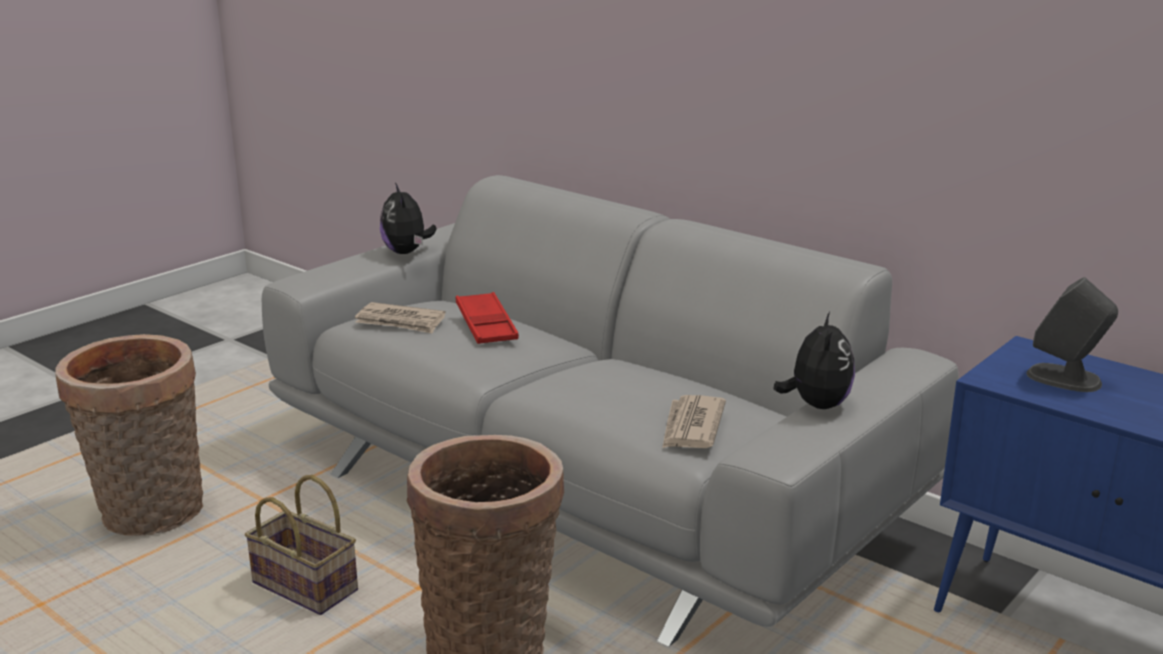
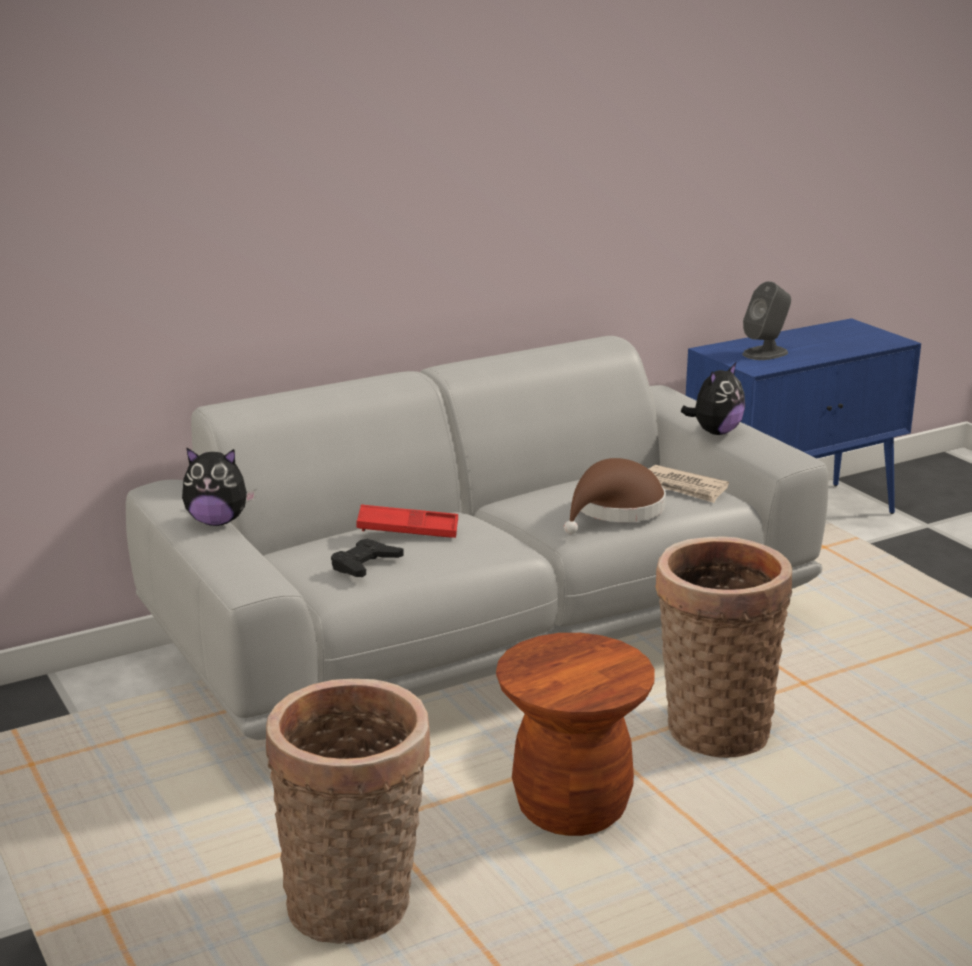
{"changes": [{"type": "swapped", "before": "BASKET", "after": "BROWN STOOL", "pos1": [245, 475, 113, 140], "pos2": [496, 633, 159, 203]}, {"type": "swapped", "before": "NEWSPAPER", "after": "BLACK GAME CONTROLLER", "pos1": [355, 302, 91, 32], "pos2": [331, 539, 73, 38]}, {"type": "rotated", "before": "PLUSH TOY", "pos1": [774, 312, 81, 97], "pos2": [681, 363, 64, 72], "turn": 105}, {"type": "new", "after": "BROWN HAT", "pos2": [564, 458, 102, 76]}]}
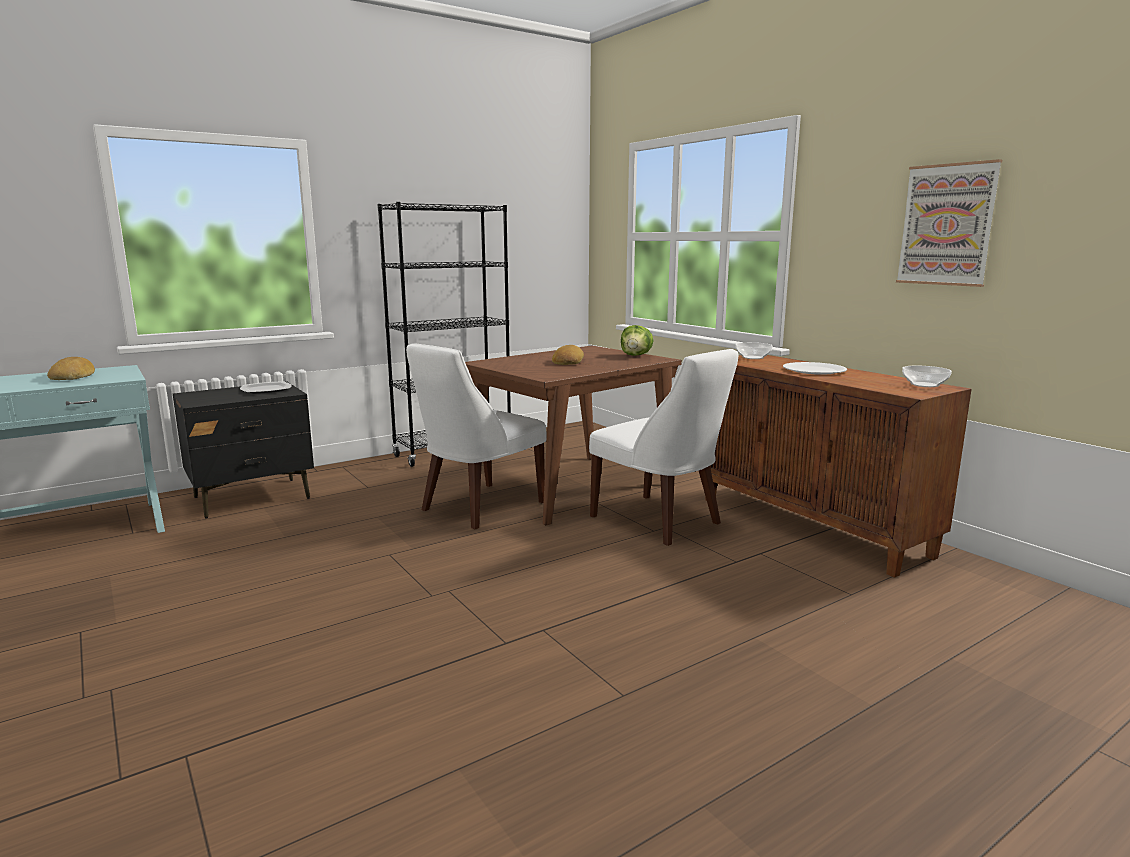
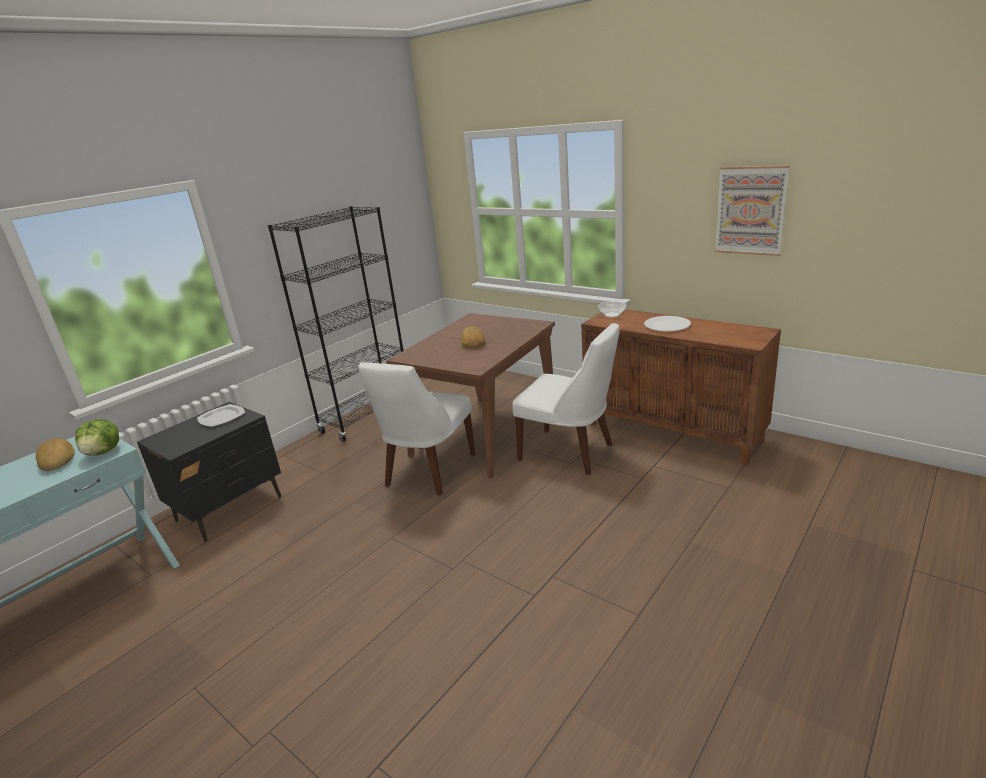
{"changes": [{"type": "shifted", "before": "LETTUCE", "pos1": [621, 325, 32, 31], "pos2": [75, 419, 44, 37]}, {"type": "gone", "before": "BOWL", "pos1": [902, 366, 50, 21]}]}
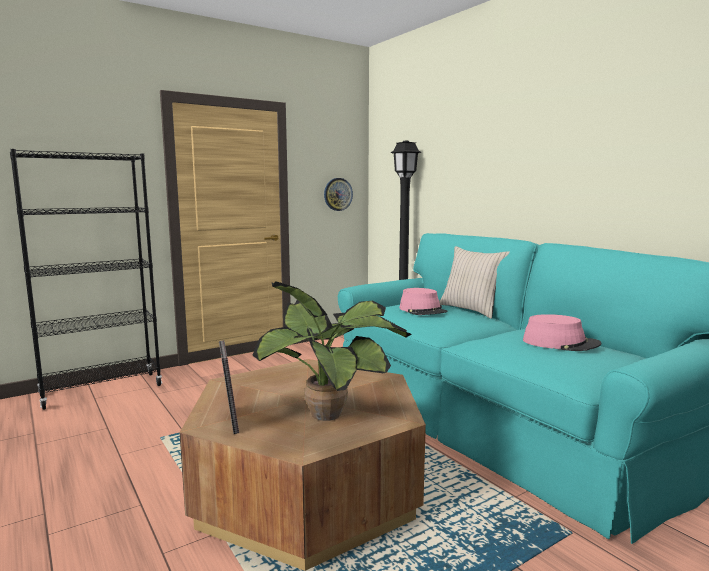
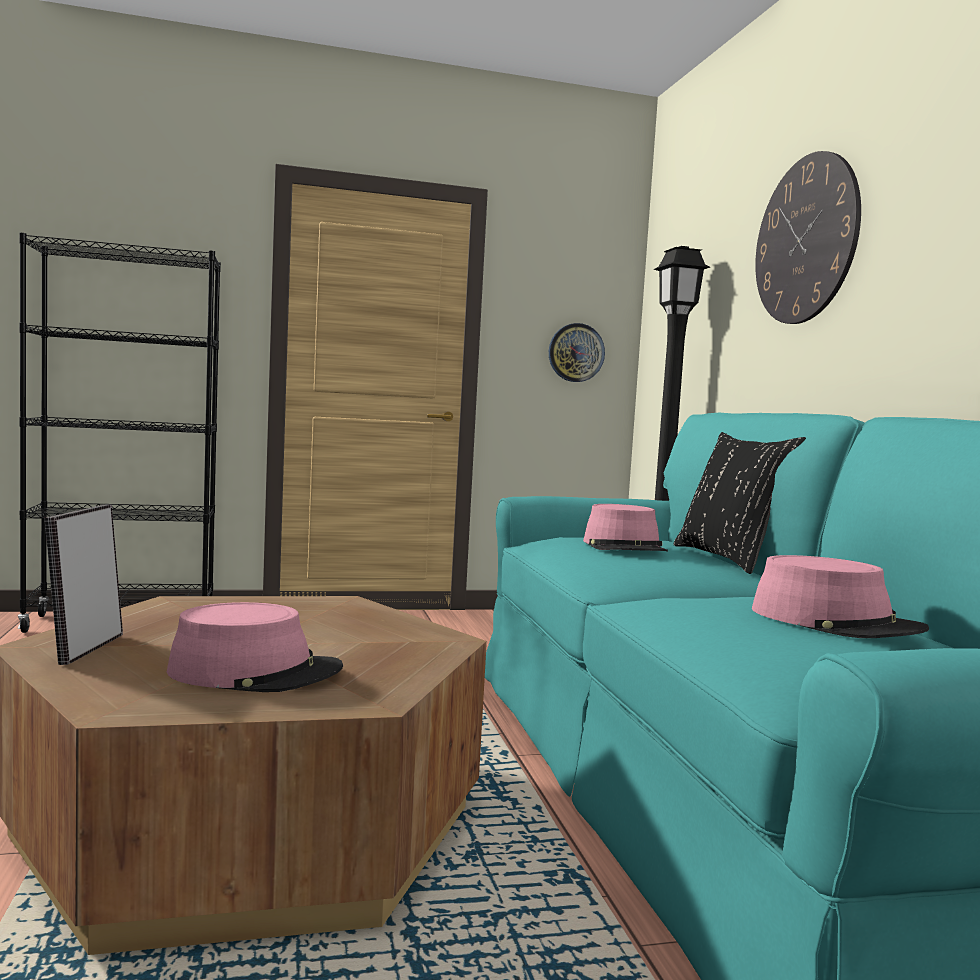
{"changes": [{"type": "swapped", "before": "POTTED PLANT", "after": "PINK HAT", "pos1": [253, 281, 159, 140], "pos2": [167, 602, 176, 90]}, {"type": "repainted", "before": "BEIGE PILLOW", "after": "BLACK PILLOW", "pos1": [439, 246, 71, 73], "pos2": [673, 432, 133, 142]}, {"type": "new", "after": "WALL CLOCK", "pos2": [755, 151, 106, 173]}]}
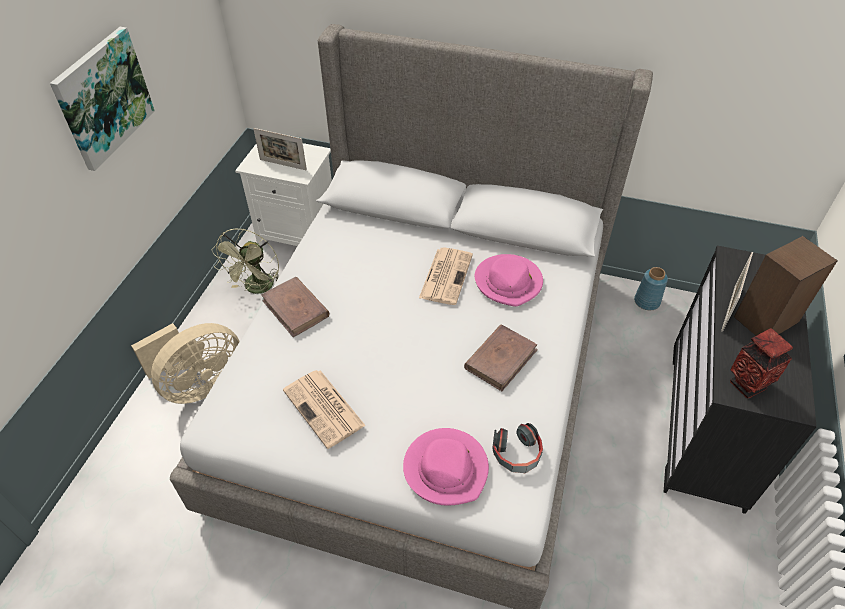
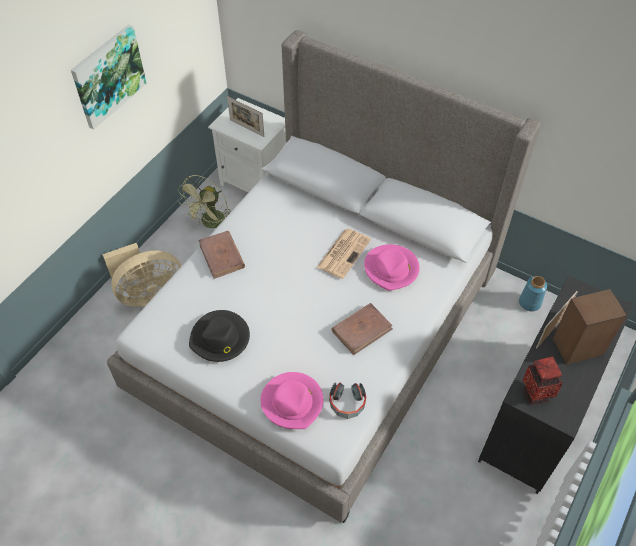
{"changes": [{"type": "swapped", "before": "NEWSPAPER", "after": "BLACK HAT", "pos1": [283, 370, 83, 79], "pos2": [189, 310, 61, 52]}]}
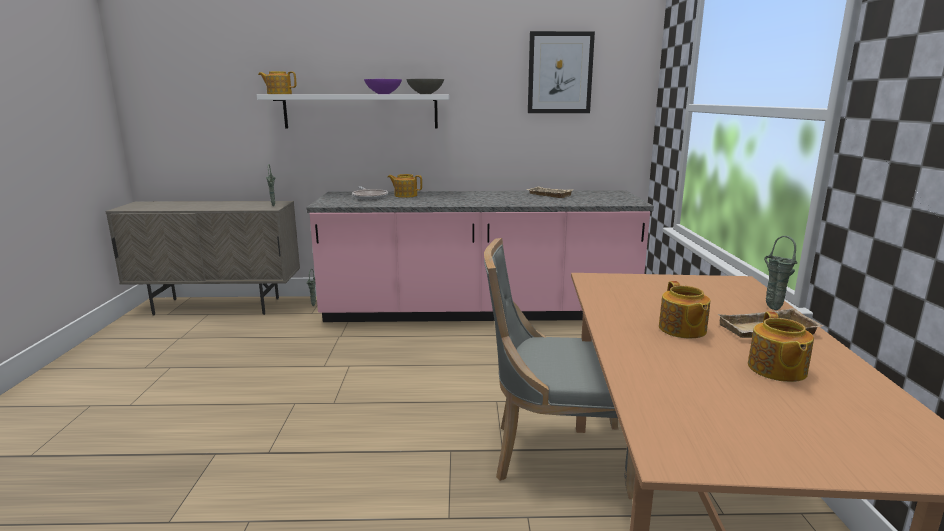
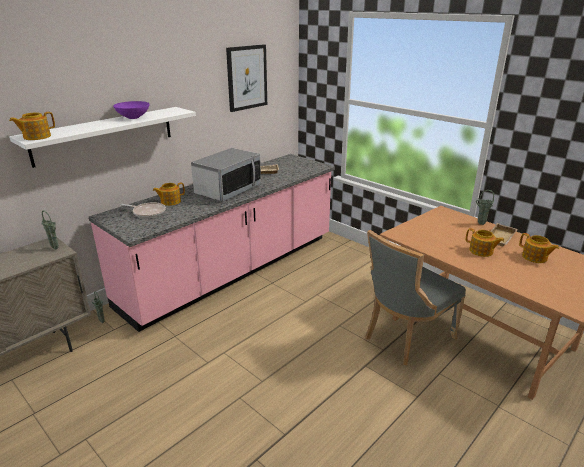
{"changes": [{"type": "gone", "before": "GREY BOWL", "pos1": [406, 79, 38, 15]}, {"type": "new", "after": "MICROWAVE", "pos2": [191, 148, 70, 54]}]}
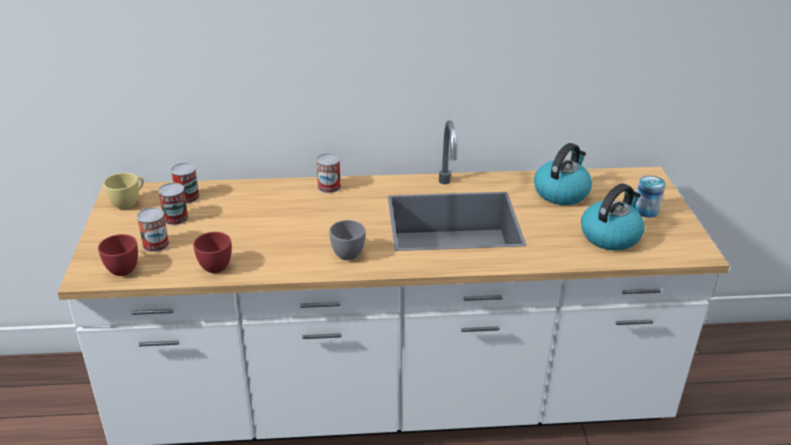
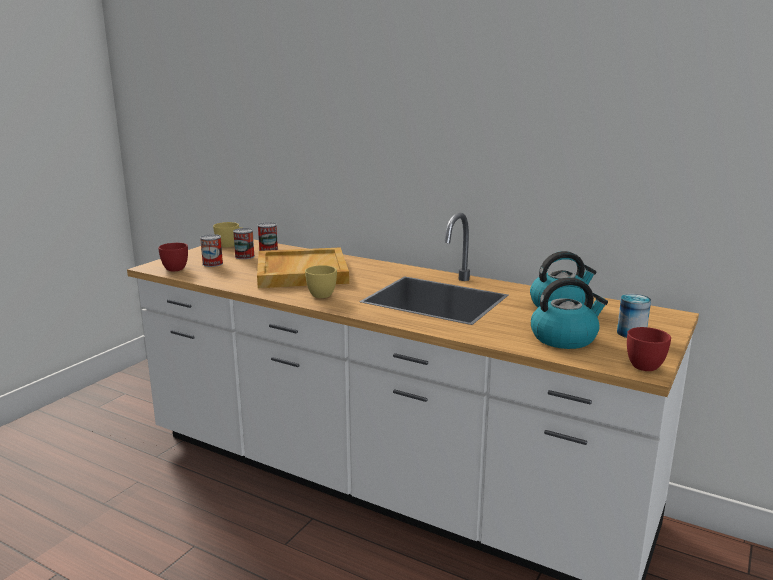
{"changes": [{"type": "shifted", "before": "RED CUP", "pos1": [193, 232, 38, 41], "pos2": [627, 327, 44, 44]}, {"type": "gone", "before": "CAN", "pos1": [316, 153, 25, 40]}, {"type": "repainted", "before": "GREY CUP", "after": "YELLOW CUP", "pos1": [329, 220, 37, 40], "pos2": [305, 265, 32, 33]}, {"type": "new", "after": "BEIGE TRAY", "pos2": [257, 247, 92, 41]}]}
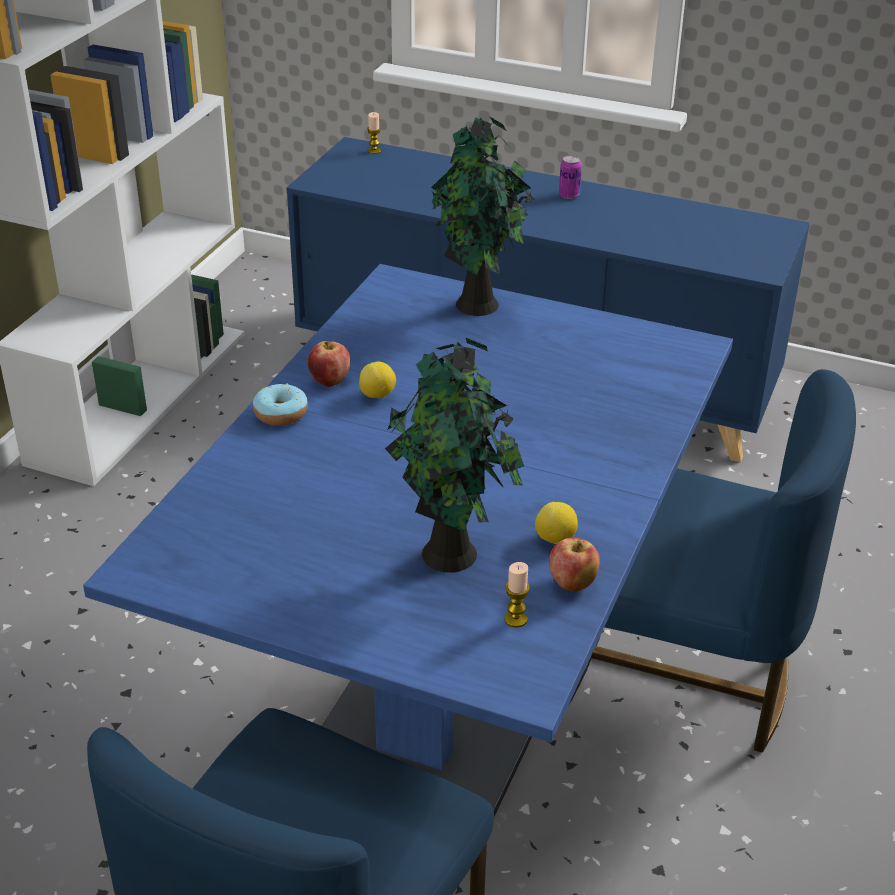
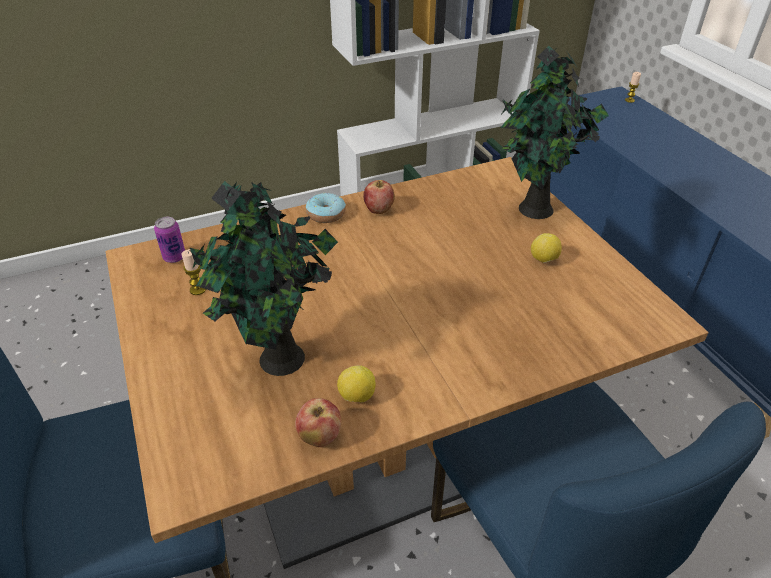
{"changes": [{"type": "repainted", "before": "BLUE DINING TABLE", "after": "BROWN DINING TABLE", "pos1": [83, 264, 650, 553], "pos2": [105, 157, 604, 412]}, {"type": "shifted", "before": "LEMON", "pos1": [359, 361, 37, 38], "pos2": [531, 233, 31, 30]}, {"type": "shifted", "before": "CANDLE", "pos1": [504, 562, 26, 66], "pos2": [181, 249, 25, 46]}, {"type": "shifted", "before": "CAN", "pos1": [559, 155, 23, 44], "pos2": [154, 217, 31, 46]}]}
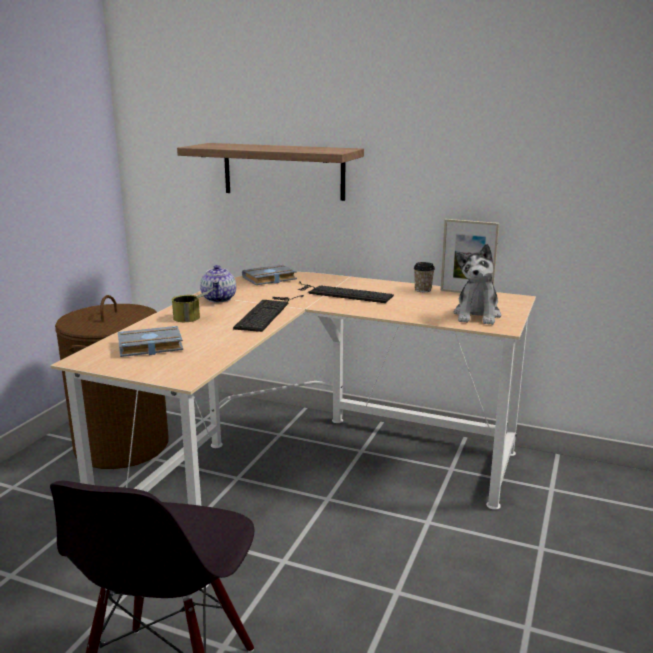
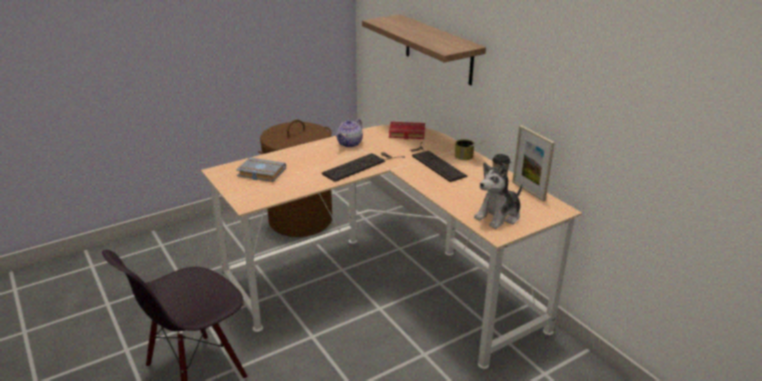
{"changes": [{"type": "shifted", "before": "CAN", "pos1": [172, 288, 43, 34], "pos2": [455, 139, 30, 21]}, {"type": "repainted", "before": "GREY BOOK", "after": "RED BOOK", "pos1": [242, 264, 55, 21], "pos2": [389, 122, 36, 17]}]}
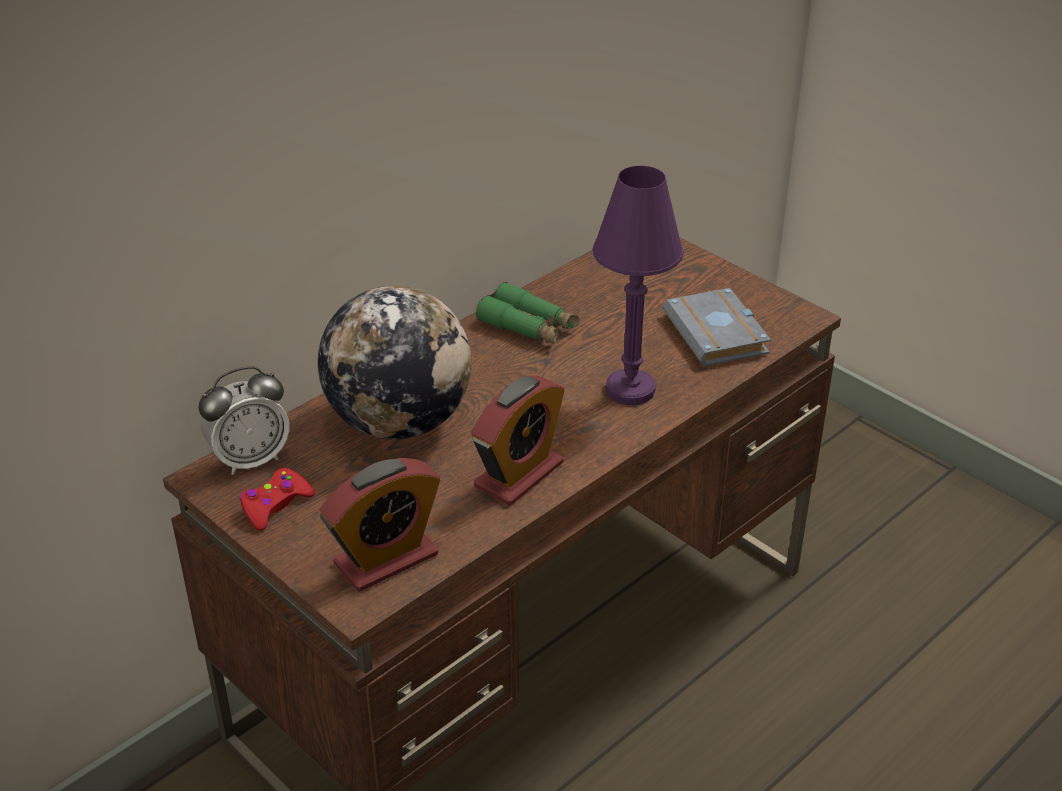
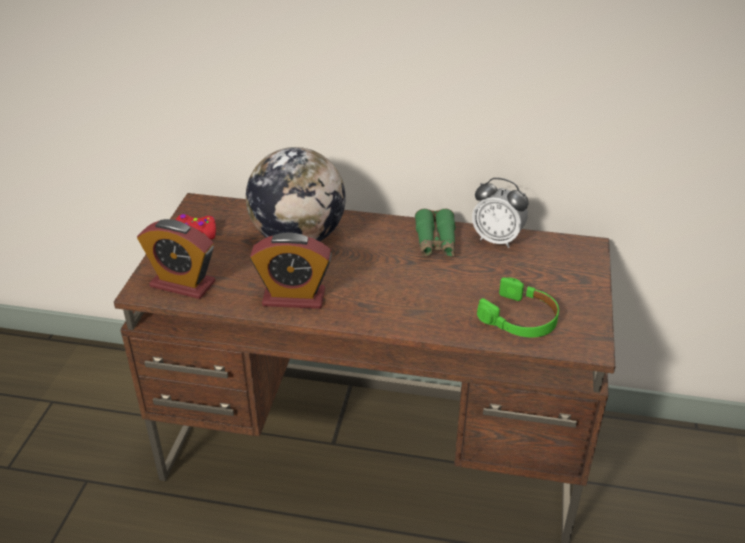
{"changes": [{"type": "shifted", "before": "ALARM CLOCK", "pos1": [199, 366, 91, 109], "pos2": [472, 178, 57, 70]}, {"type": "gone", "before": "PURPLE TABLE LAMP", "pos1": [593, 166, 91, 239]}, {"type": "swapped", "before": "GREY BOOK", "after": "GREEN HEADPHONES", "pos1": [663, 288, 108, 79], "pos2": [477, 277, 82, 61]}]}
